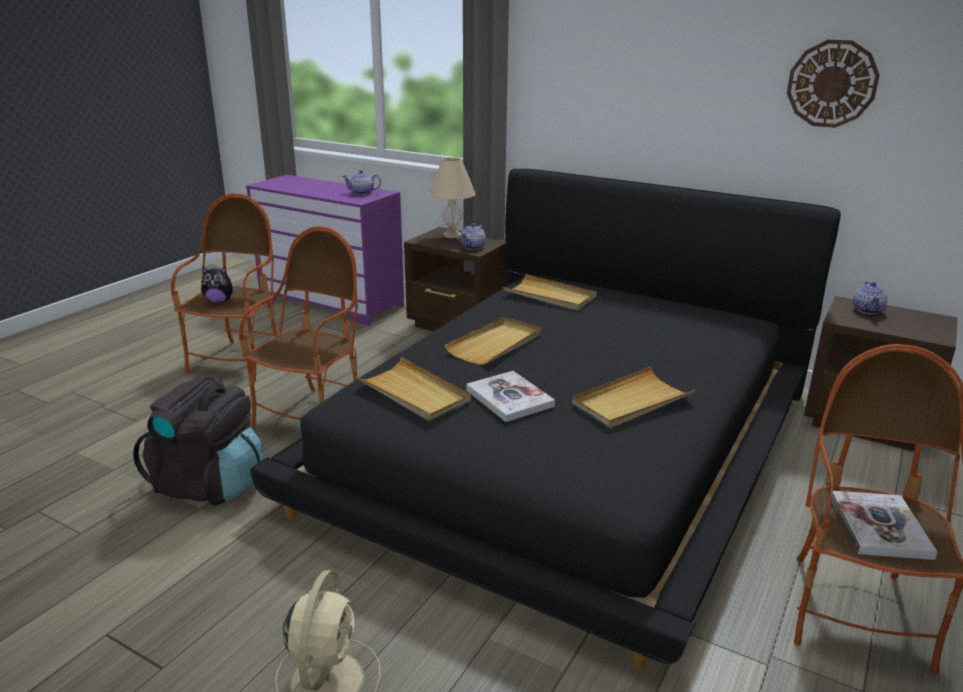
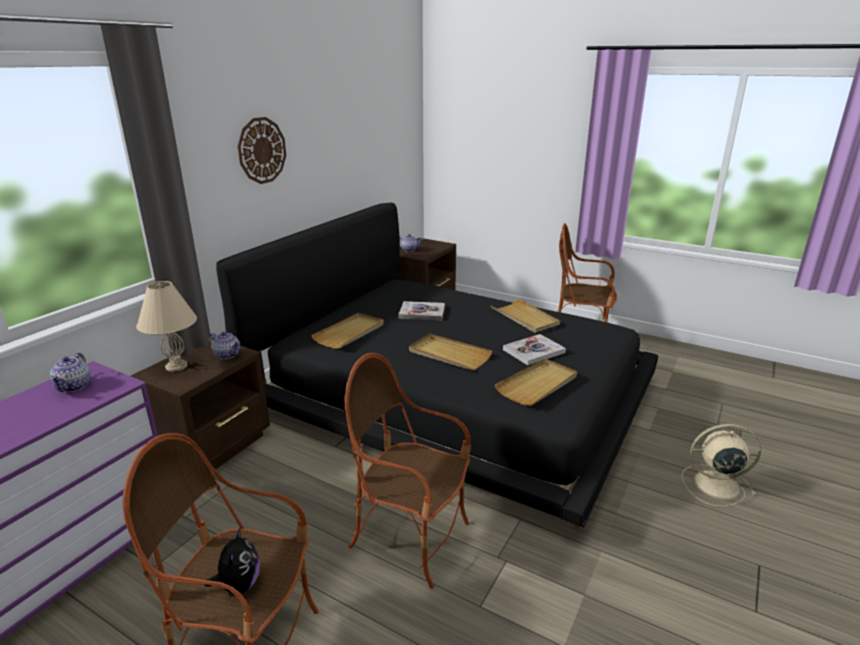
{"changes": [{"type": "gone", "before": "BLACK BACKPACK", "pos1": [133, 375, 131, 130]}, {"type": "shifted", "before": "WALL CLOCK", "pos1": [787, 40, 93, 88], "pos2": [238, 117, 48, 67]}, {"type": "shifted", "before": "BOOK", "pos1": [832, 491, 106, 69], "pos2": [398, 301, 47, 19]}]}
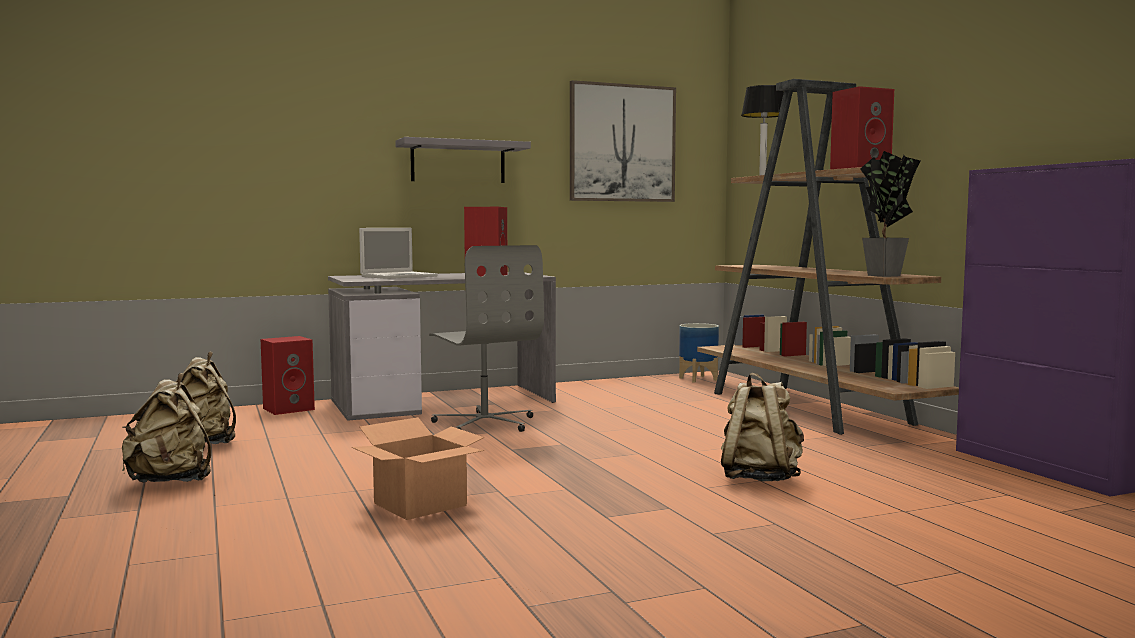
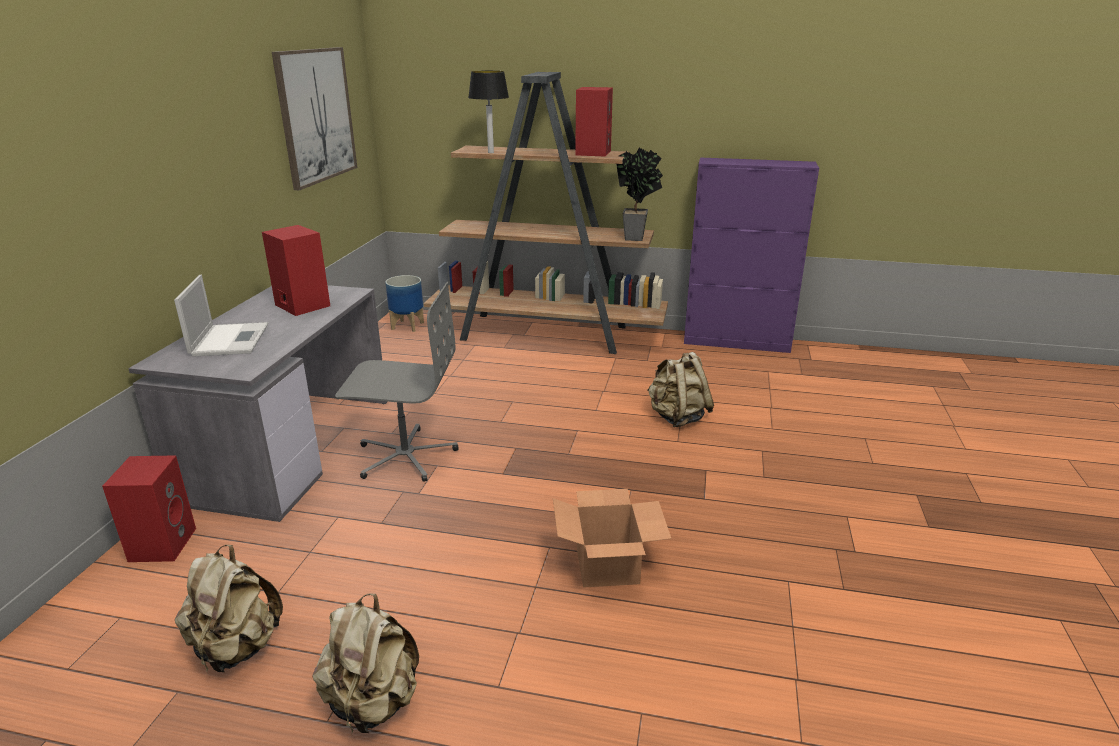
{"changes": [{"type": "gone", "before": "GREY SHELF", "pos1": [395, 137, 136, 46]}]}
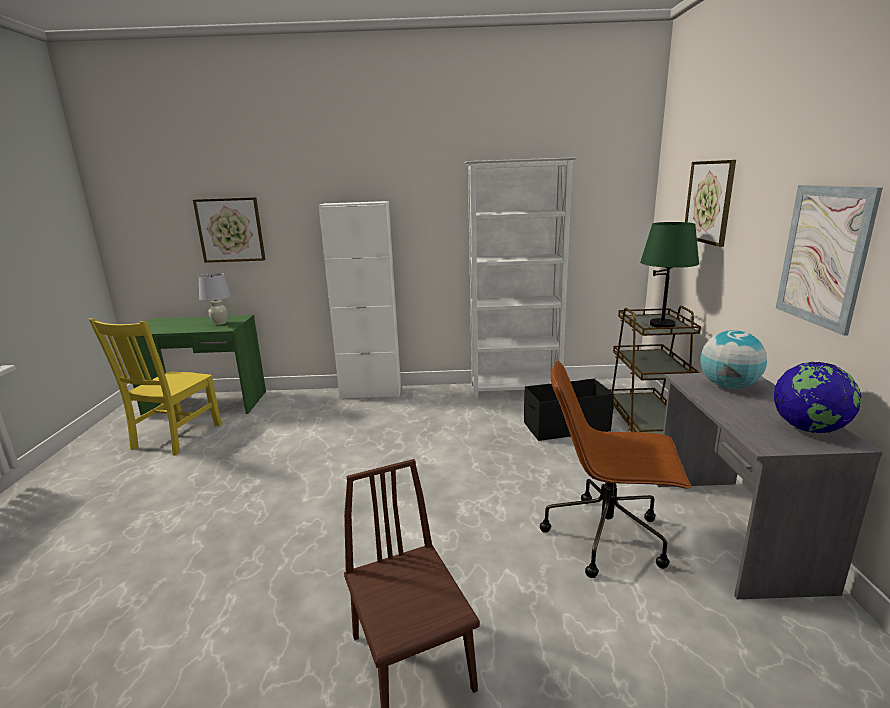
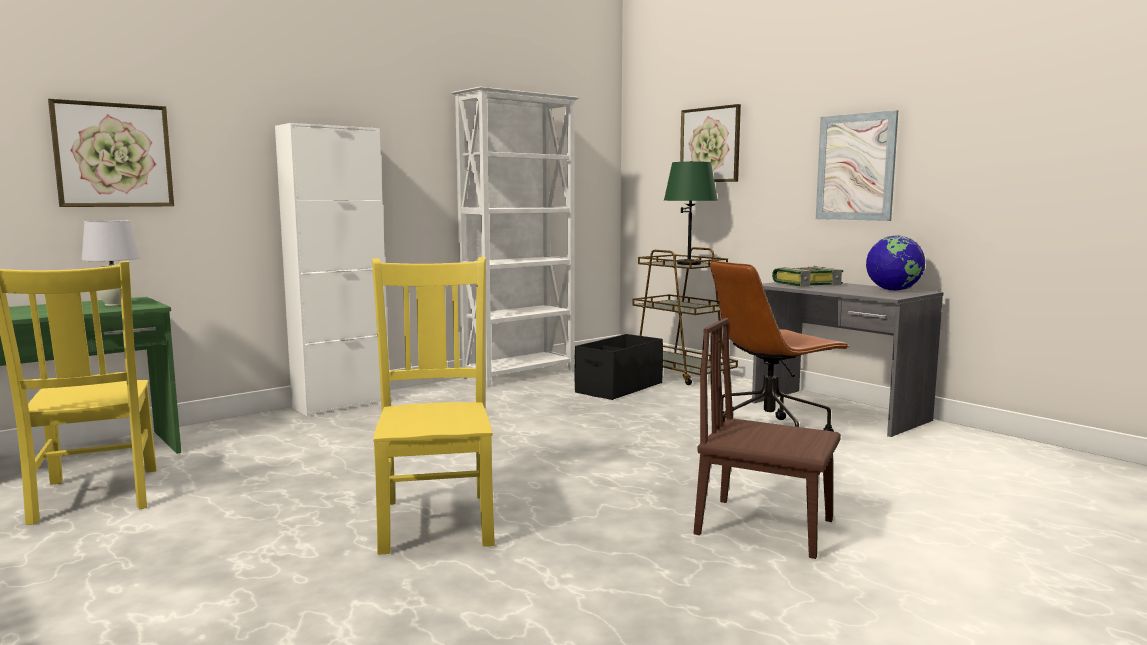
{"changes": [{"type": "swapped", "before": "GLOBE", "after": "BOOK", "pos1": [700, 330, 67, 59], "pos2": [772, 266, 71, 21]}, {"type": "new", "after": "YELLOW CHAIR", "pos2": [372, 257, 123, 298]}]}
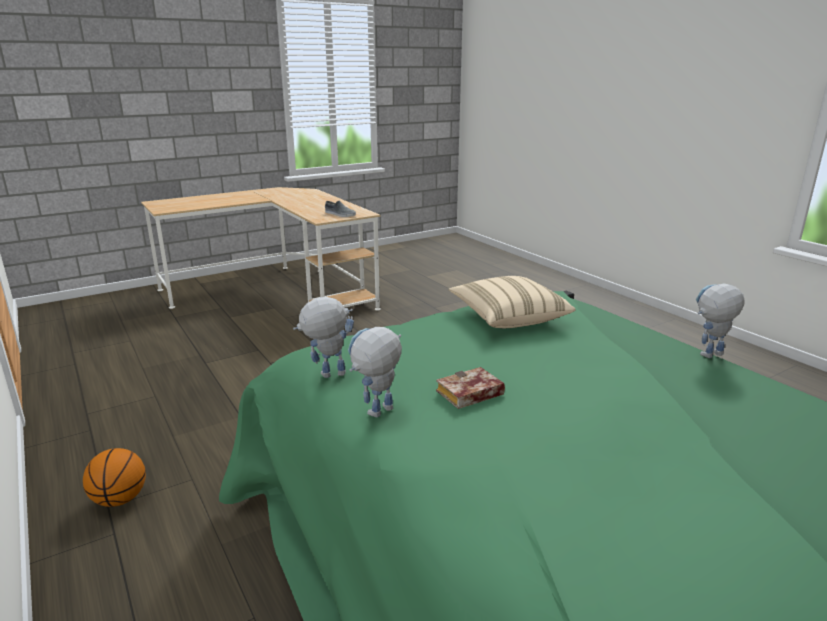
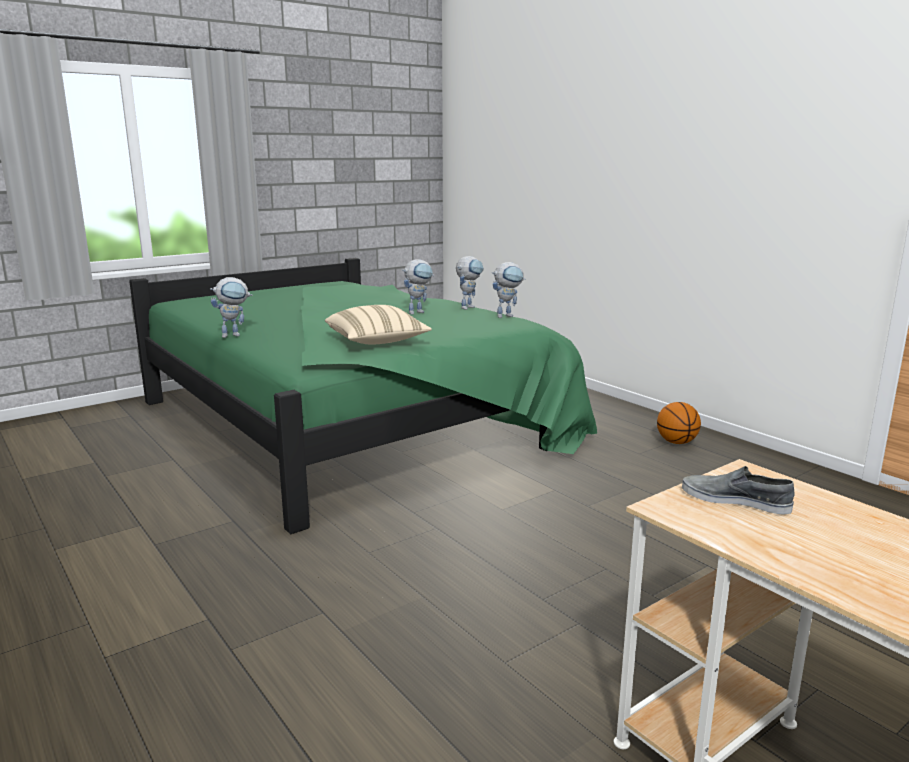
{"changes": [{"type": "swapped", "before": "BOOK", "after": "TOY ROBOT", "pos1": [436, 367, 69, 42], "pos2": [402, 259, 32, 56]}]}
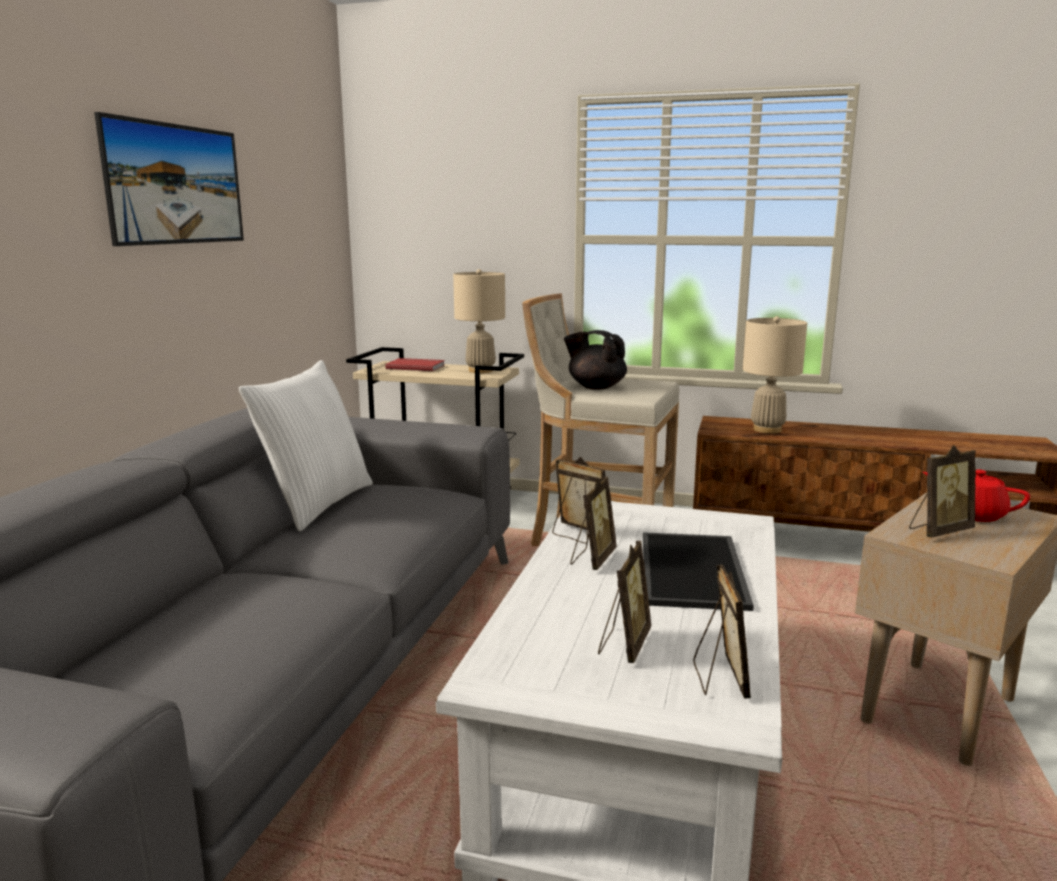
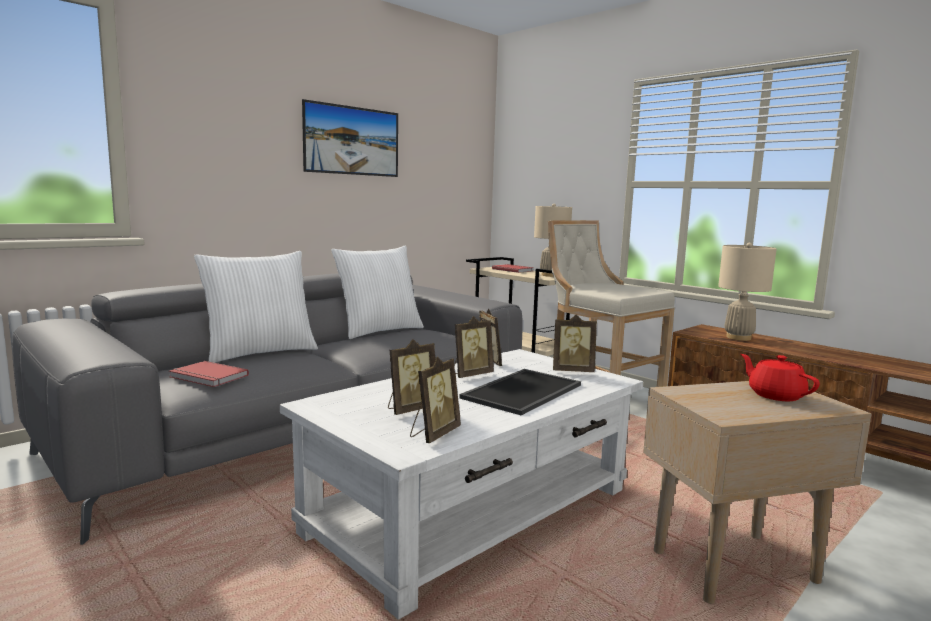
{"changes": [{"type": "gone", "before": "BLACK TEAPOT", "pos1": [564, 330, 63, 60]}, {"type": "shifted", "before": "PICTURE FRAME", "pos1": [909, 445, 67, 93], "pos2": [553, 315, 44, 57]}, {"type": "new", "after": "RED BOOK", "pos2": [169, 361, 80, 26]}, {"type": "new", "after": "WHITE PILLOW", "pos2": [194, 251, 124, 112]}]}
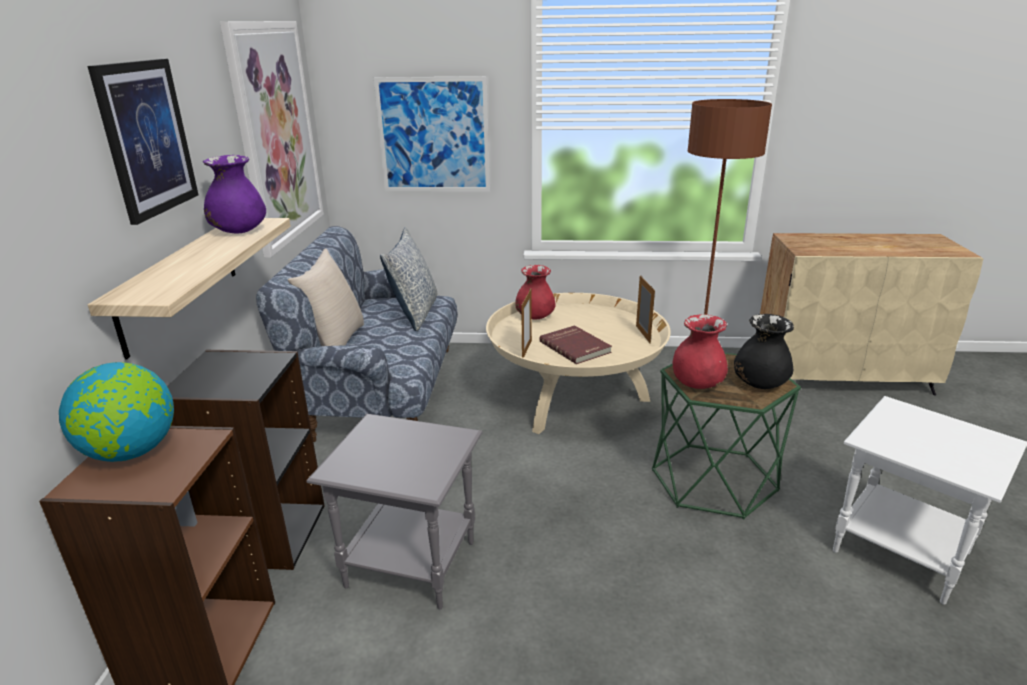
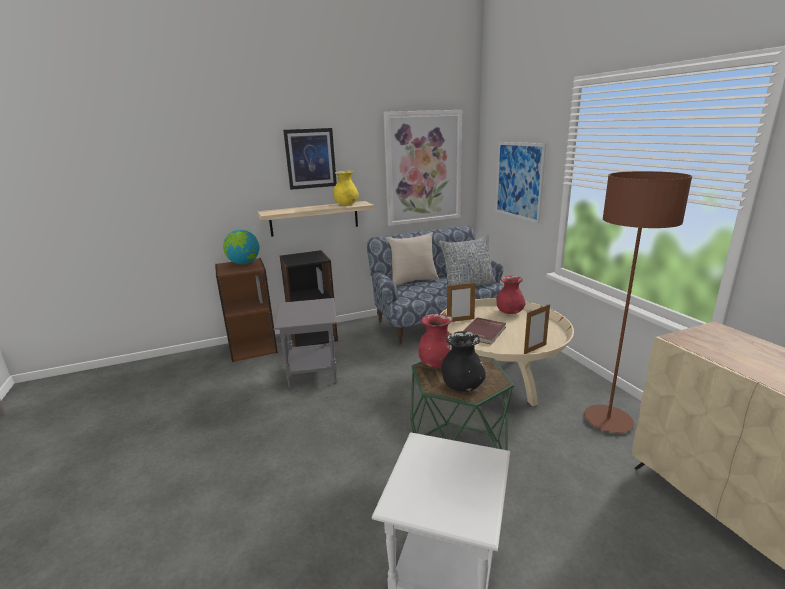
{"changes": [{"type": "repainted", "before": "PURPLE VASE", "after": "YELLOW VASE", "pos1": [203, 155, 63, 78], "pos2": [333, 171, 26, 34]}]}
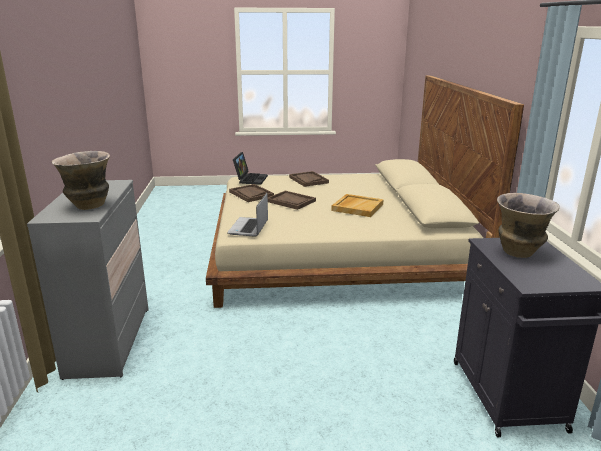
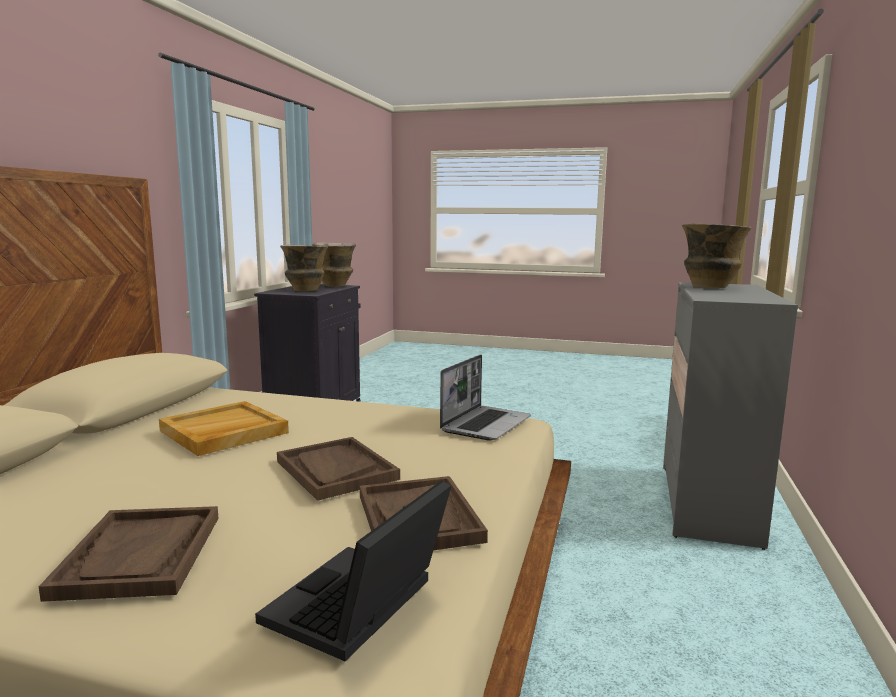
{"changes": [{"type": "new", "after": "VASE", "pos2": [312, 242, 44, 45]}]}
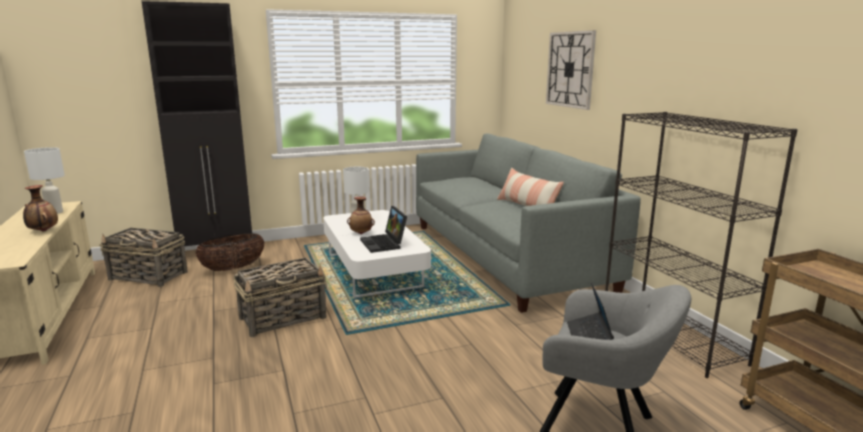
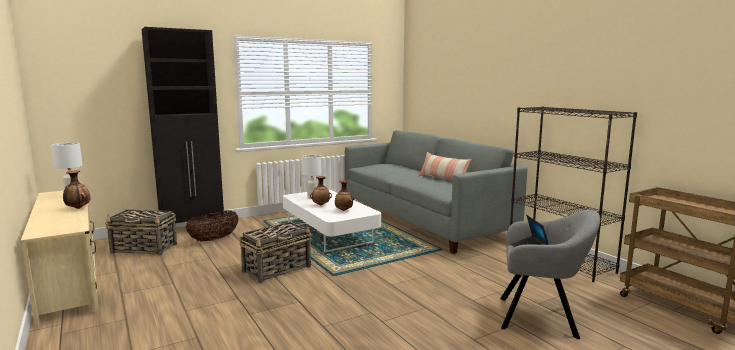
{"changes": [{"type": "swapped", "before": "LAPTOP", "after": "VASE", "pos1": [360, 206, 47, 47], "pos2": [335, 180, 18, 31]}, {"type": "gone", "before": "WALL CLOCK", "pos1": [546, 30, 50, 80]}]}
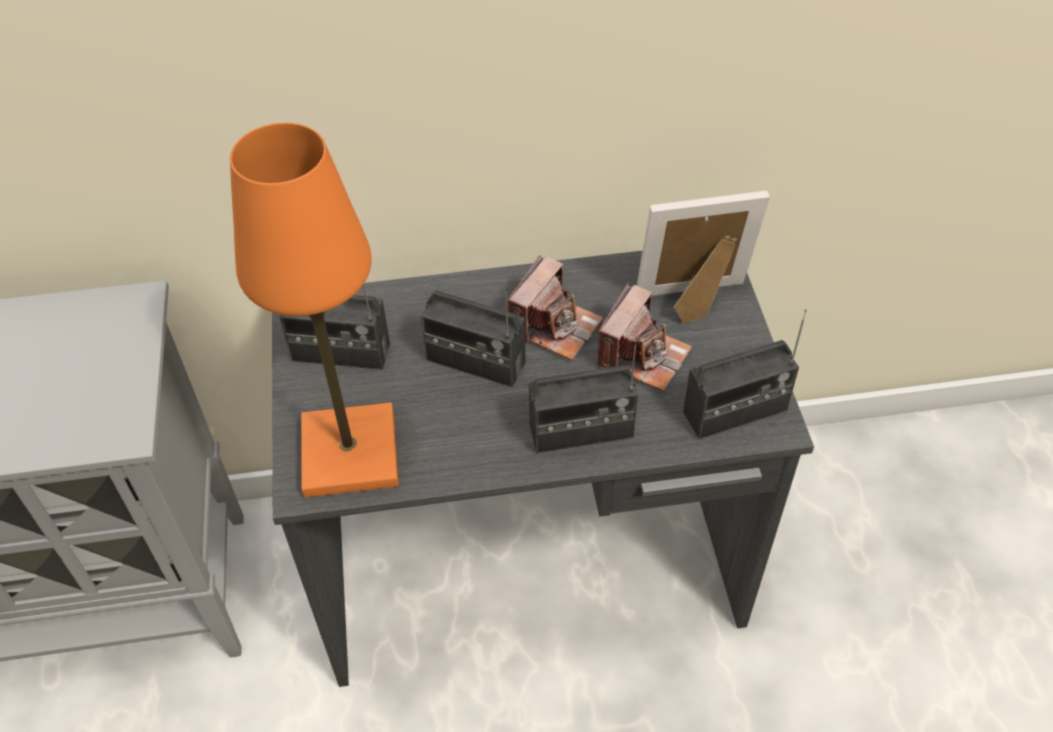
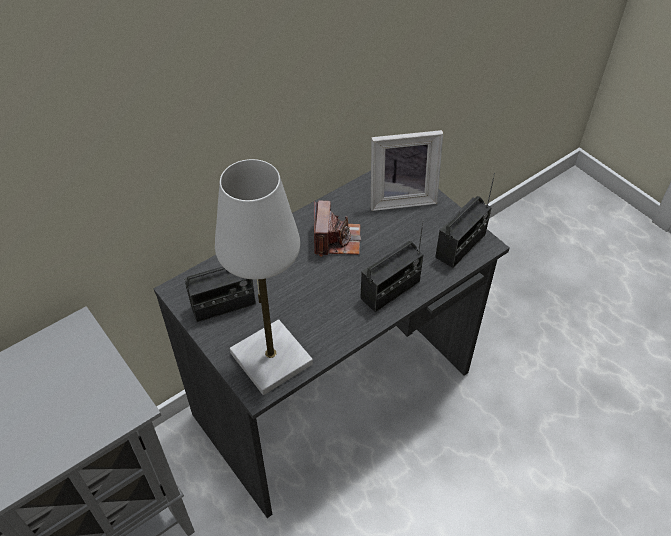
{"changes": [{"type": "repainted", "before": "ORANGE TABLE LAMP", "after": "WHITE TABLE LAMP", "pos1": [230, 123, 169, 375], "pos2": [215, 159, 98, 236]}, {"type": "gone", "before": "RADIO", "pos1": [421, 282, 105, 105]}, {"type": "gone", "before": "PHOTO CAMERA", "pos1": [597, 283, 95, 108]}, {"type": "rotated", "before": "PICTURE FRAME", "pos1": [637, 191, 133, 133], "pos2": [371, 130, 72, 81], "turn": -150}]}
